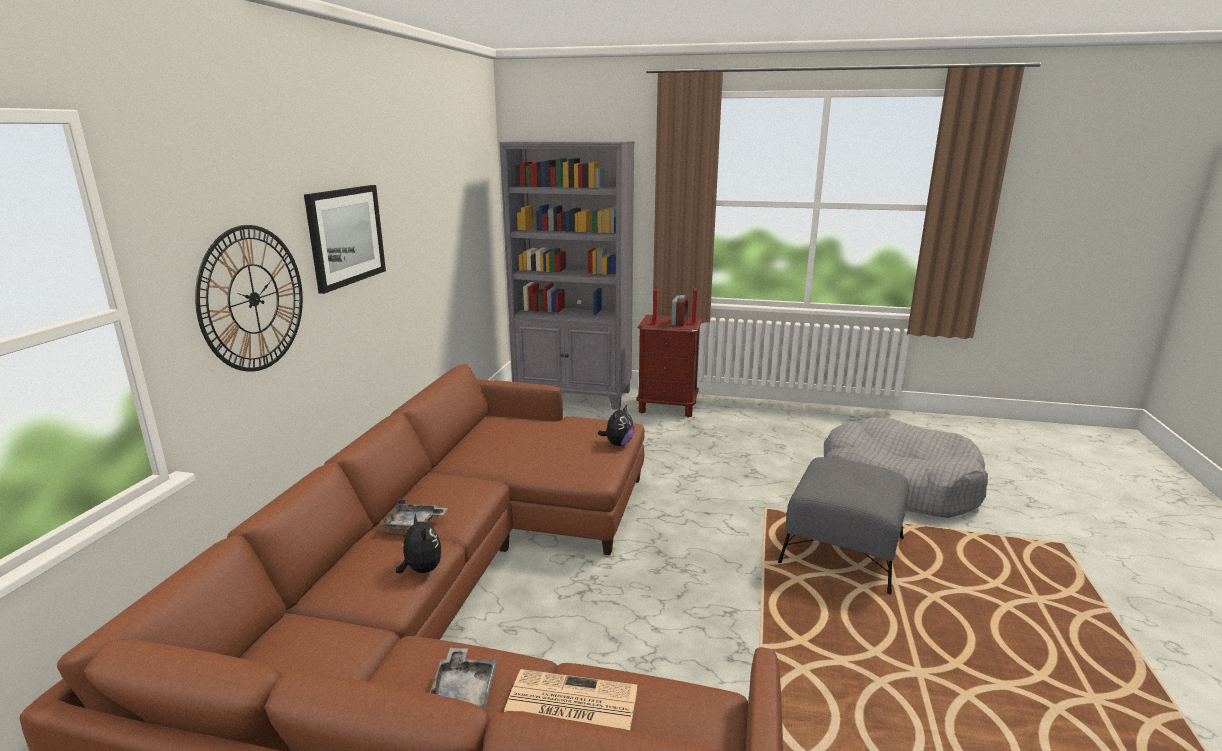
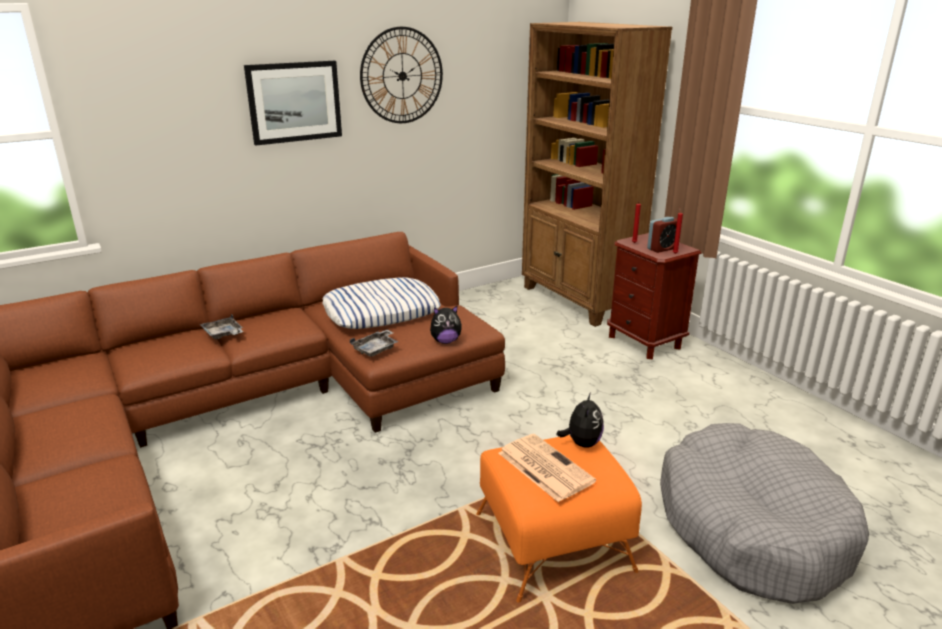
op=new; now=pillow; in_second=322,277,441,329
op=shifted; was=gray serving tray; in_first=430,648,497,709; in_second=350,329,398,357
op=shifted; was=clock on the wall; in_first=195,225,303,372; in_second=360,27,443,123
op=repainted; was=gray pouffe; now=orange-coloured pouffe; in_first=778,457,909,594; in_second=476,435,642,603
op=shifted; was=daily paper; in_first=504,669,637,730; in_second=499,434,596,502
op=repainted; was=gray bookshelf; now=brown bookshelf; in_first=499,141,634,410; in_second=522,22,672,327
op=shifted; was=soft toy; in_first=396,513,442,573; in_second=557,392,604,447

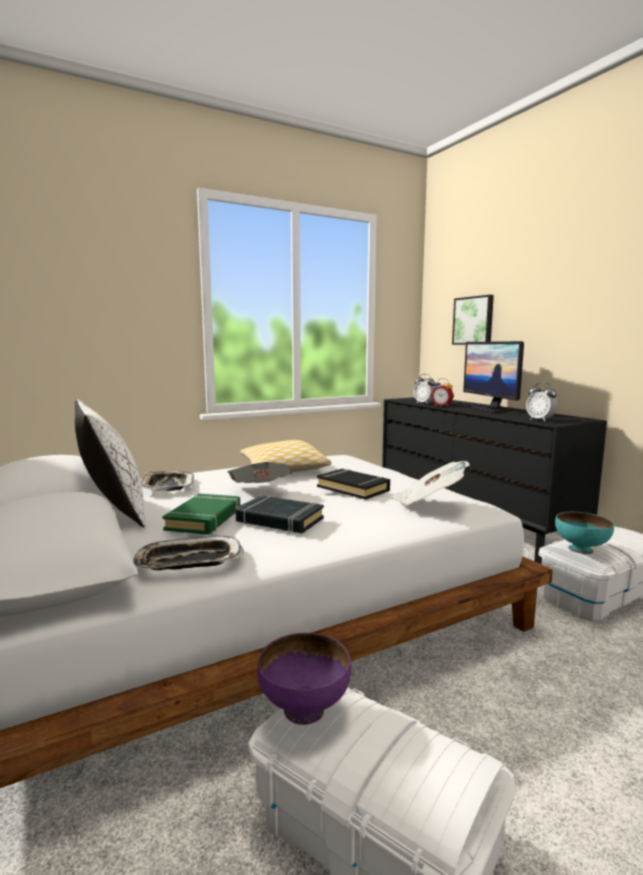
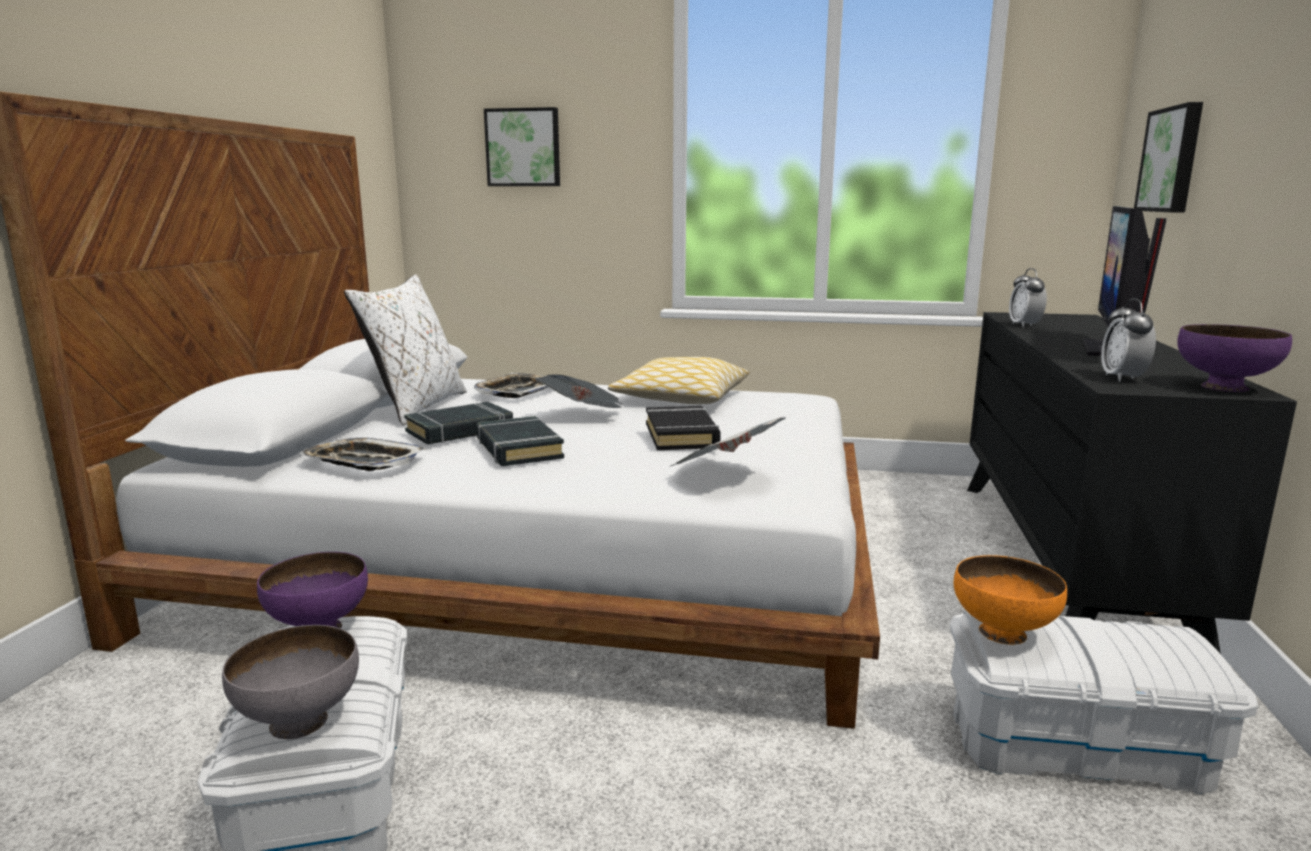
op=new; now=gray deep dish; in_second=222,625,359,739
op=repainted; was=greenish bound book; now=blackish bound book; in_first=163,494,240,535; in_second=404,402,513,444
op=new; now=picture; in_second=484,107,560,186
op=repainted; was=turquoise-coloured deep dish; now=orange-coloured deep dish; in_first=555,512,614,554; in_second=954,555,1067,645
op=new; now=purplish deep dish; in_second=1177,324,1292,392
op=gone; was=table clock; in_first=431,378,454,407

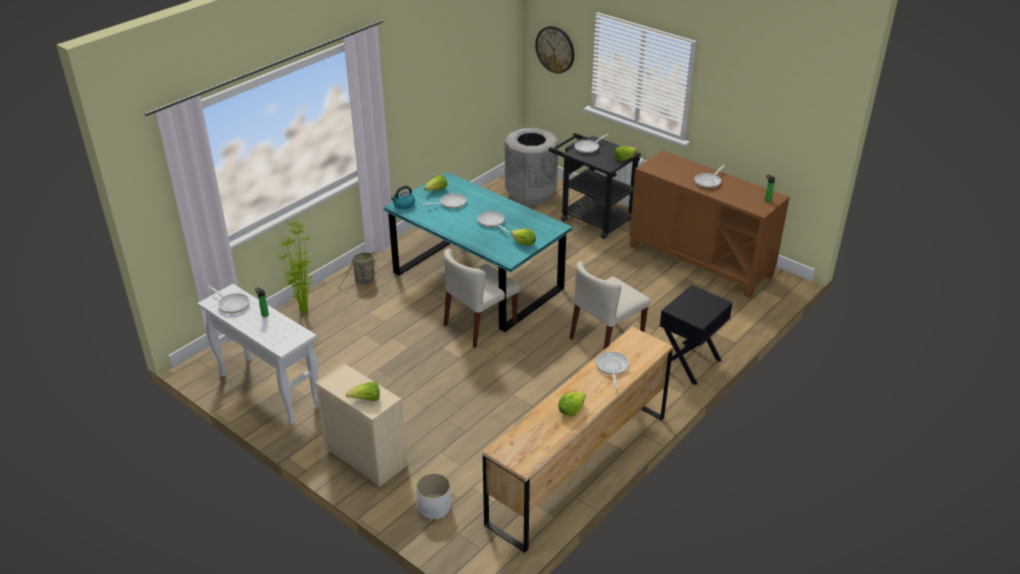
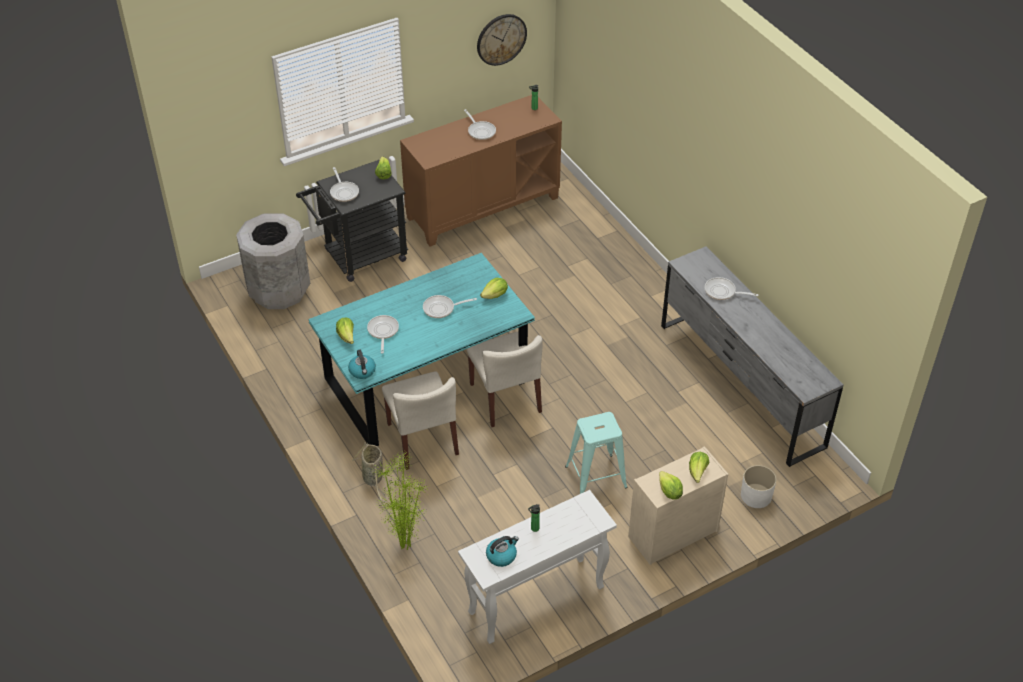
op=shifted; was=beige plain chair; in_first=570,261,651,350; in_second=382,371,459,470
op=shifted; was=clock on the wall; in_first=535,26,574,73; in_second=477,14,527,66
op=swapped; was=skillet; now=water kettle; in_first=208,286,249,314; in_second=486,536,519,567
op=new; now=turquoise-coloured stool seat; in_second=565,412,627,494
op=shifted; was=lettuce; in_first=558,392,586,416; in_second=659,471,683,500
op=repainted; was=brown chest of drawers; now=gray chest of drawers; in_first=482,326,673,553; in_second=661,246,844,467
op=gone; was=blackish nightstand; in_first=660,285,732,385

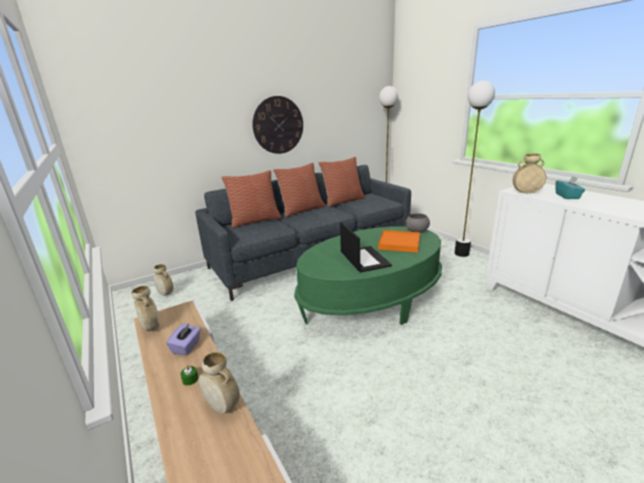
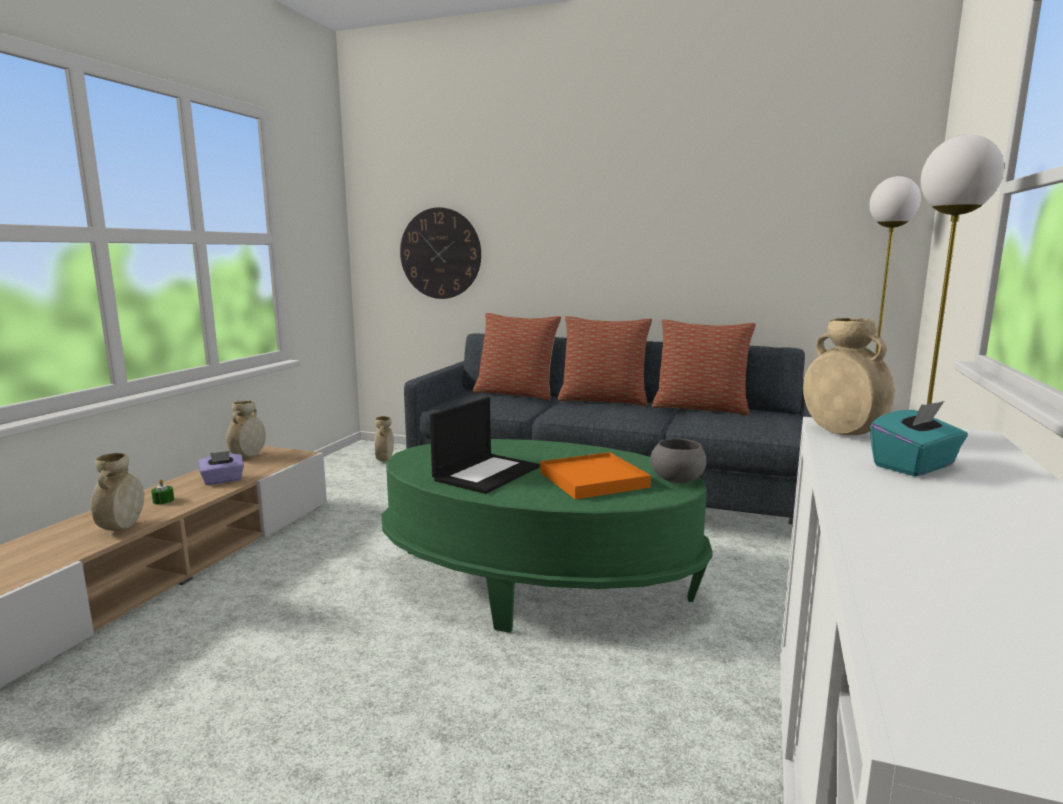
op=shifted; was=clock on the wall; in_first=252,96,303,154; in_second=400,207,481,299

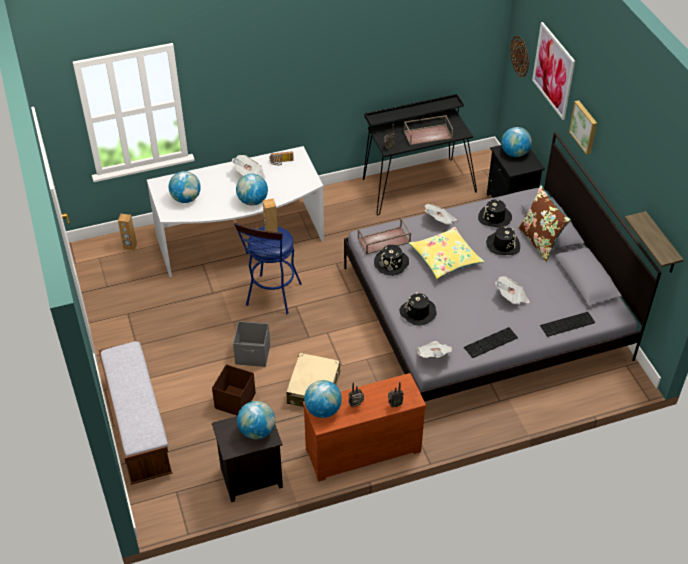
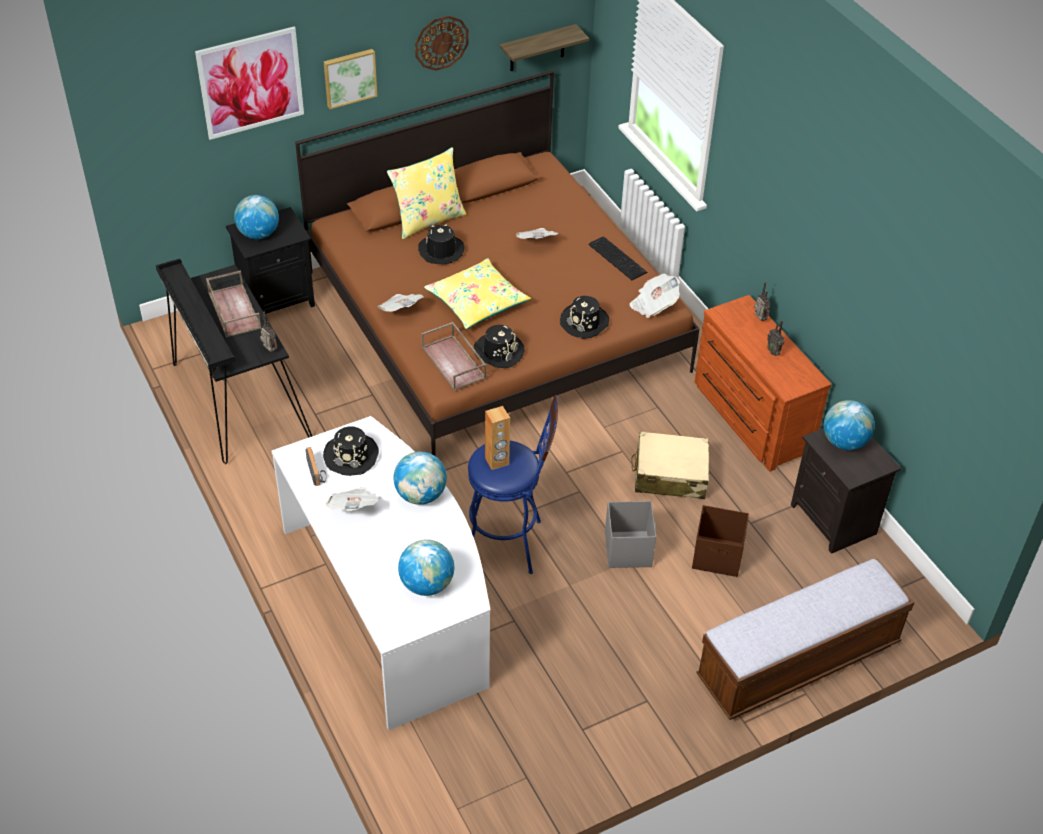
op=repainted; was=gray bedroom bed; now=brown bedroom bed; in_first=344,131,662,402; in_second=295,70,699,456
op=shifted; was=blackish clothing hat; in_first=478,199,512,228; in_second=323,426,379,476
op=repainted; was=brown pillow; now=yellow-coloured pillow; in_first=518,185,571,262; in_second=387,147,467,239
op=shifted; was=clock on the wall; in_first=510,36,529,77; in_second=415,16,469,71
op=gone; was=brown speaker; in_first=118,214,137,251
op=gone; was=world globe; in_first=304,380,342,418
op=gone; was=computer keyboard; in_first=540,312,595,337

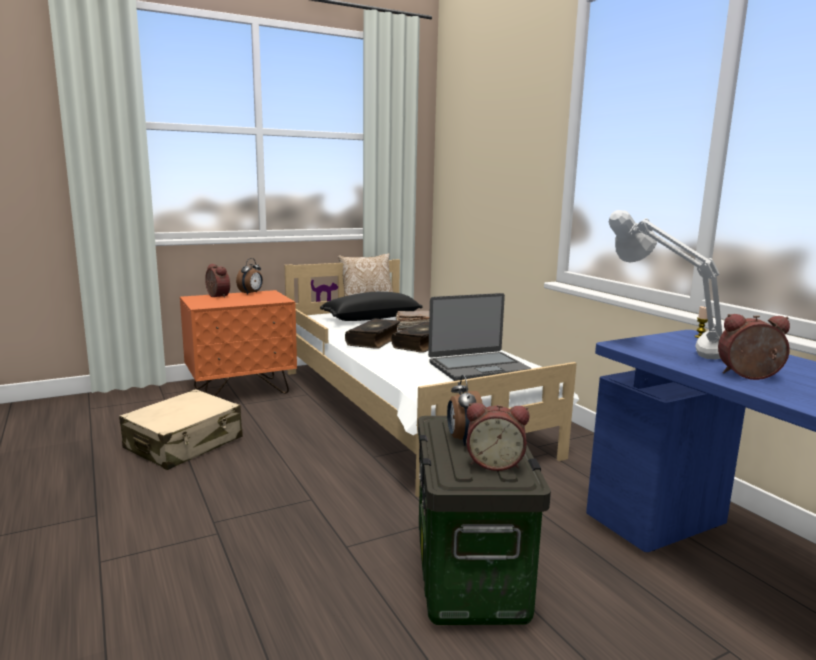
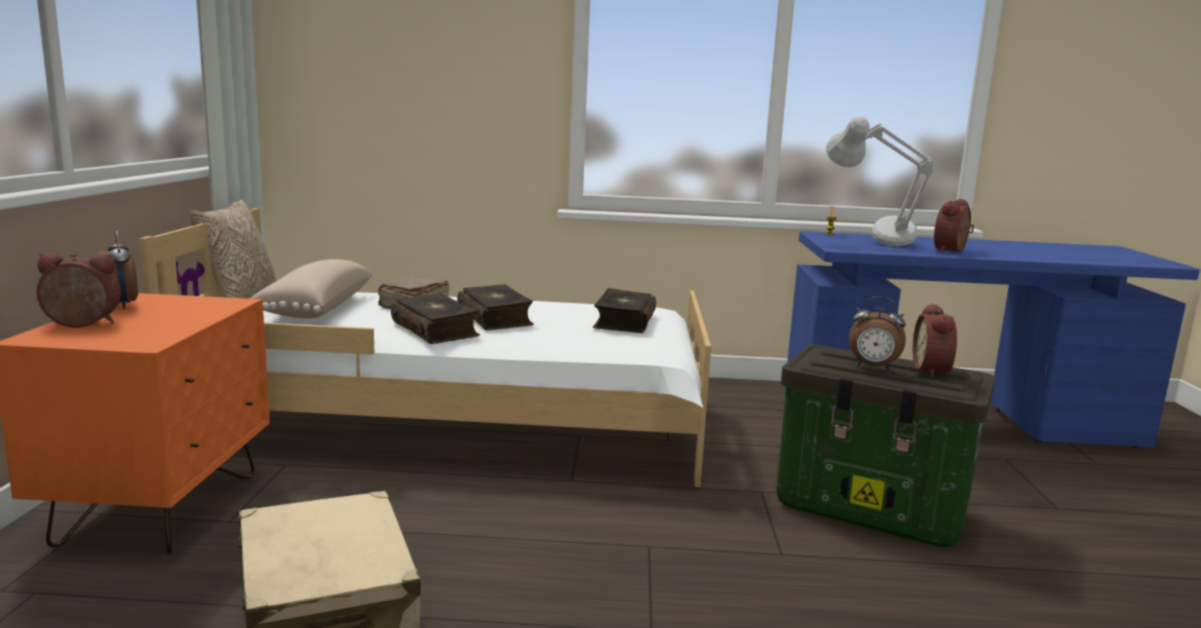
op=repainted; was=blackish pillow; now=beige pillow; in_first=320,292,422,321; in_second=250,259,372,318
op=swapped; was=laptop; now=bound book; in_first=428,293,532,381; in_second=593,288,656,333
op=rotated; was=table clock; in_first=467,403,529,471; in_second=913,303,957,378; clockwise=150

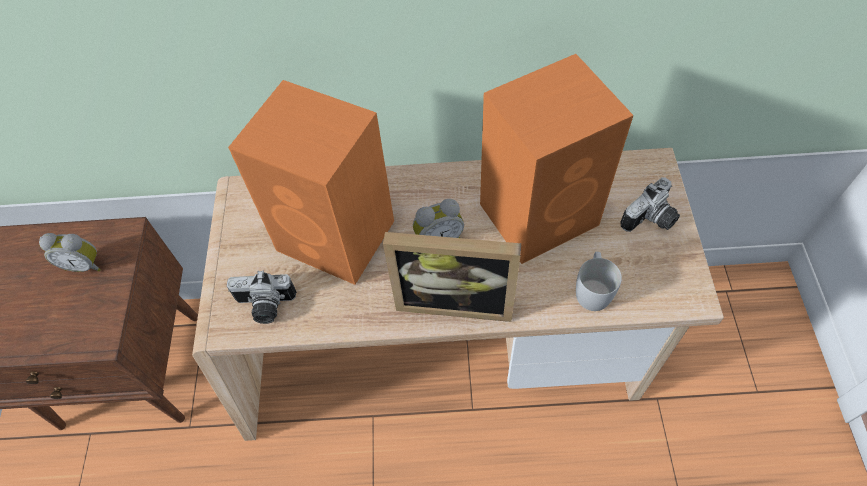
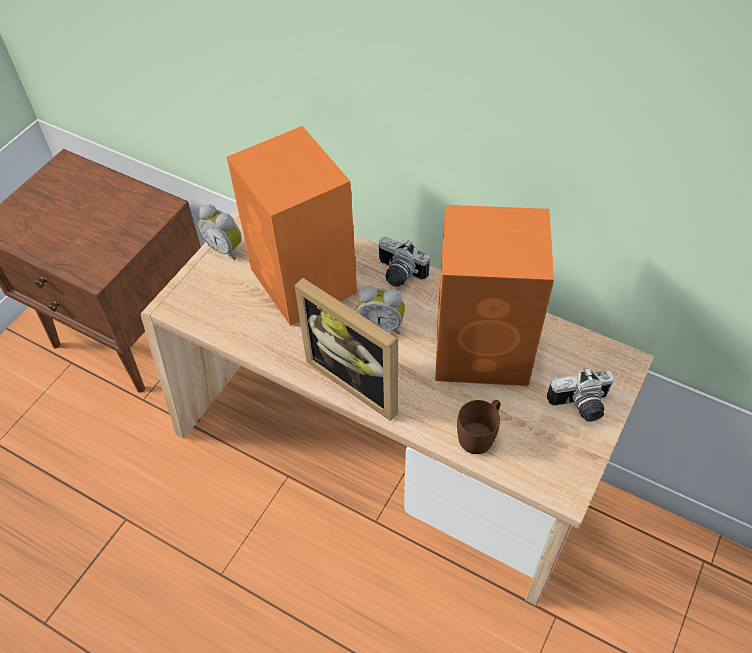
op=shifted; was=table clock; in_first=39,233,101,272; in_second=198,204,242,260
op=shifted; was=still camera; in_first=227,270,297,324; in_second=378,236,430,287
op=repainted; was=white-coloured mug; now=brown mug; in_first=576,252,622,311; in_second=457,400,501,454

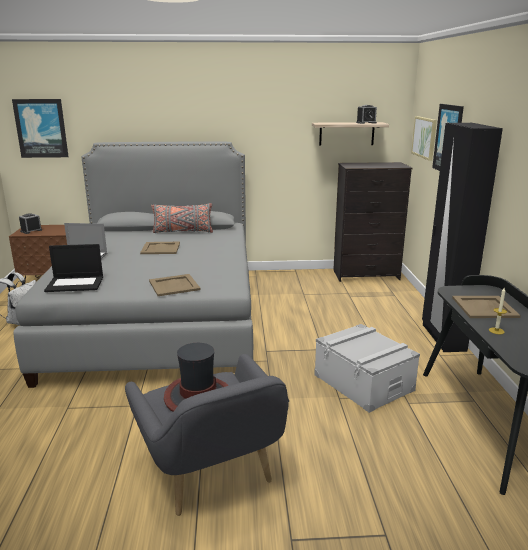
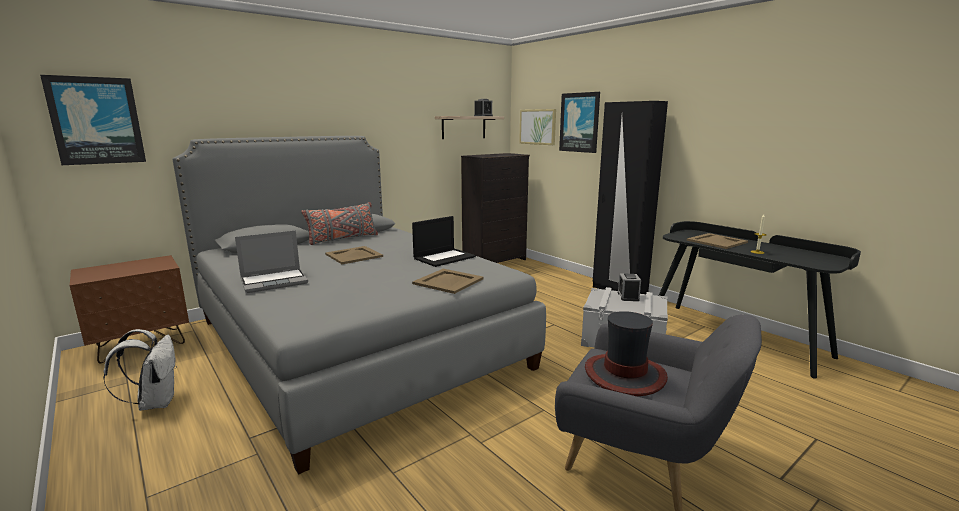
op=shifted; was=laptop; in_first=44,244,103,292; in_second=412,216,476,267
op=shifted; was=table clock; in_first=19,213,42,234; in_second=618,274,641,301

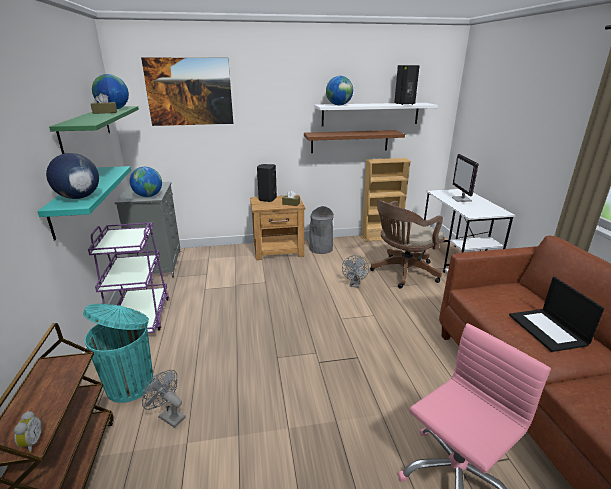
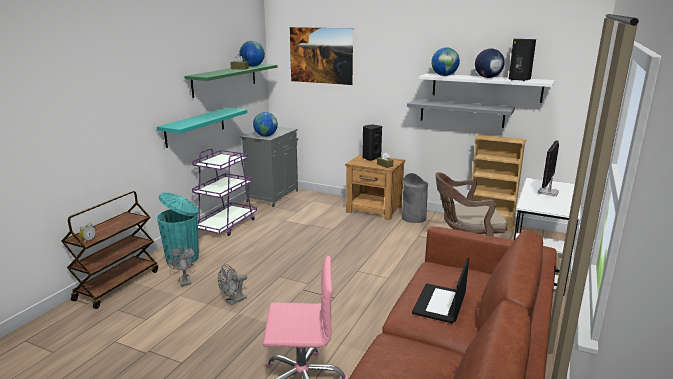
op=shifted; was=gray electric fan; in_first=342,255,369,288; in_second=218,264,247,305
op=repainted; was=brown bracket shelf; now=gray bracket shelf; in_first=304,130,405,153; in_second=407,99,515,128
op=shifted; was=world globe; in_first=46,153,99,199; in_second=475,49,505,78

